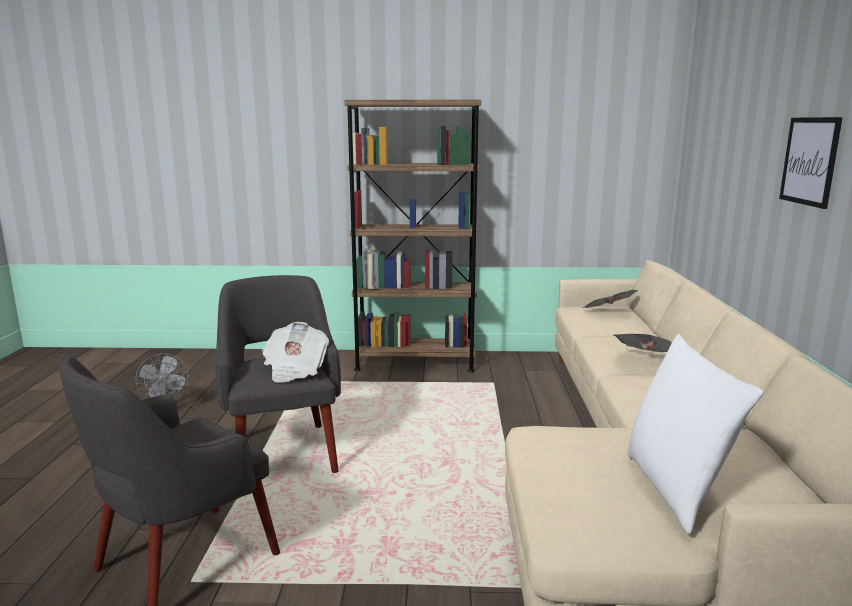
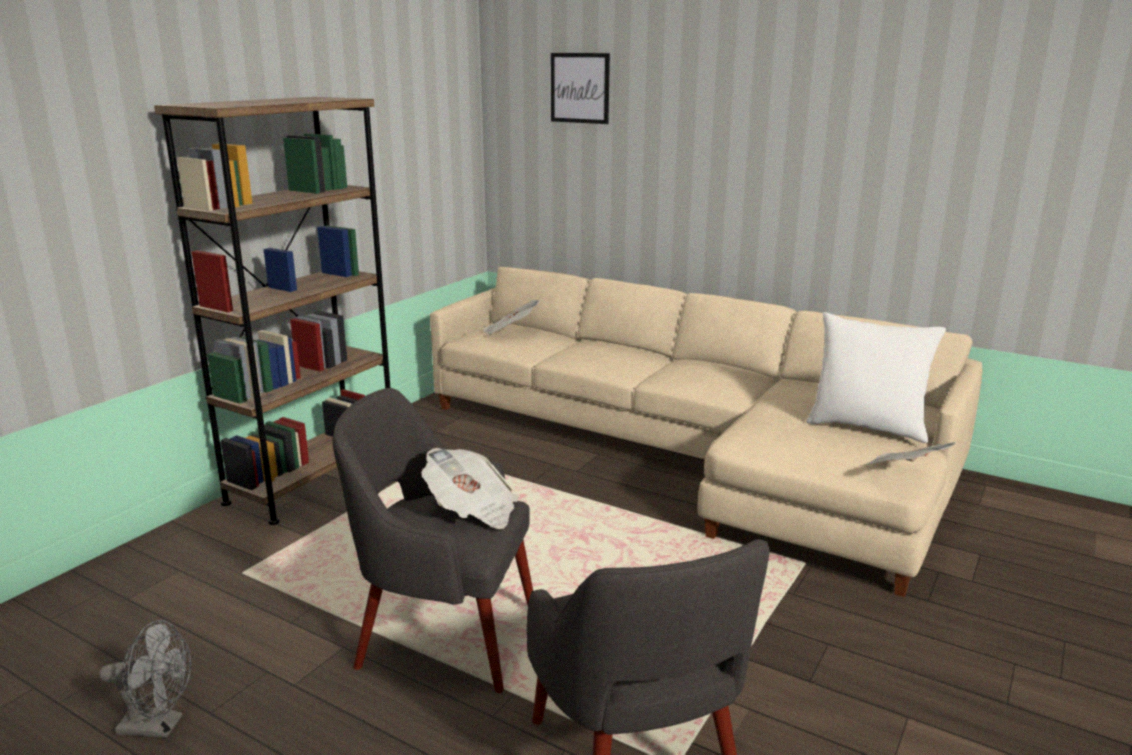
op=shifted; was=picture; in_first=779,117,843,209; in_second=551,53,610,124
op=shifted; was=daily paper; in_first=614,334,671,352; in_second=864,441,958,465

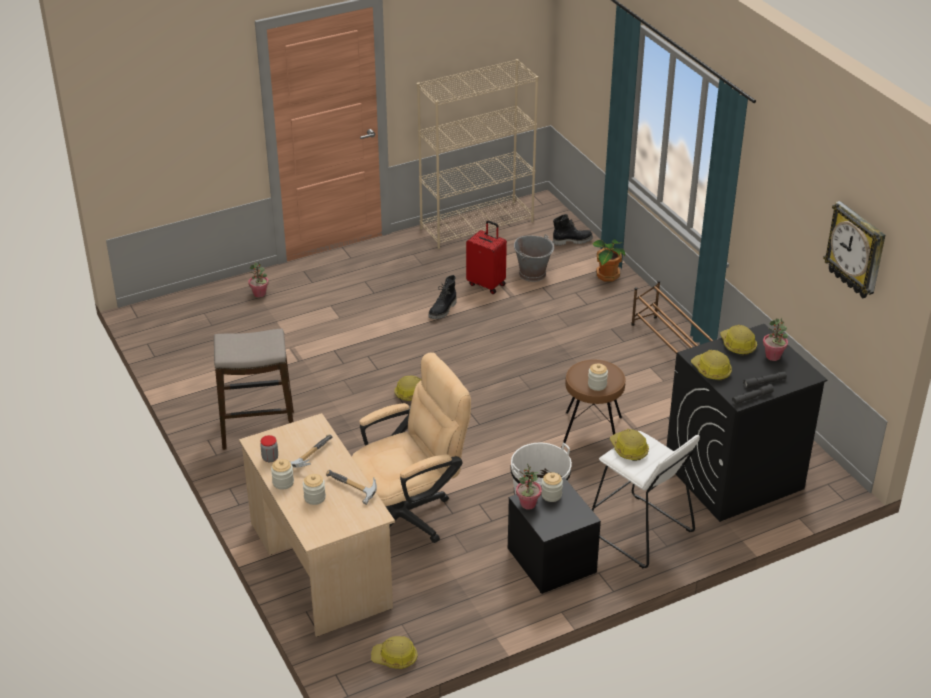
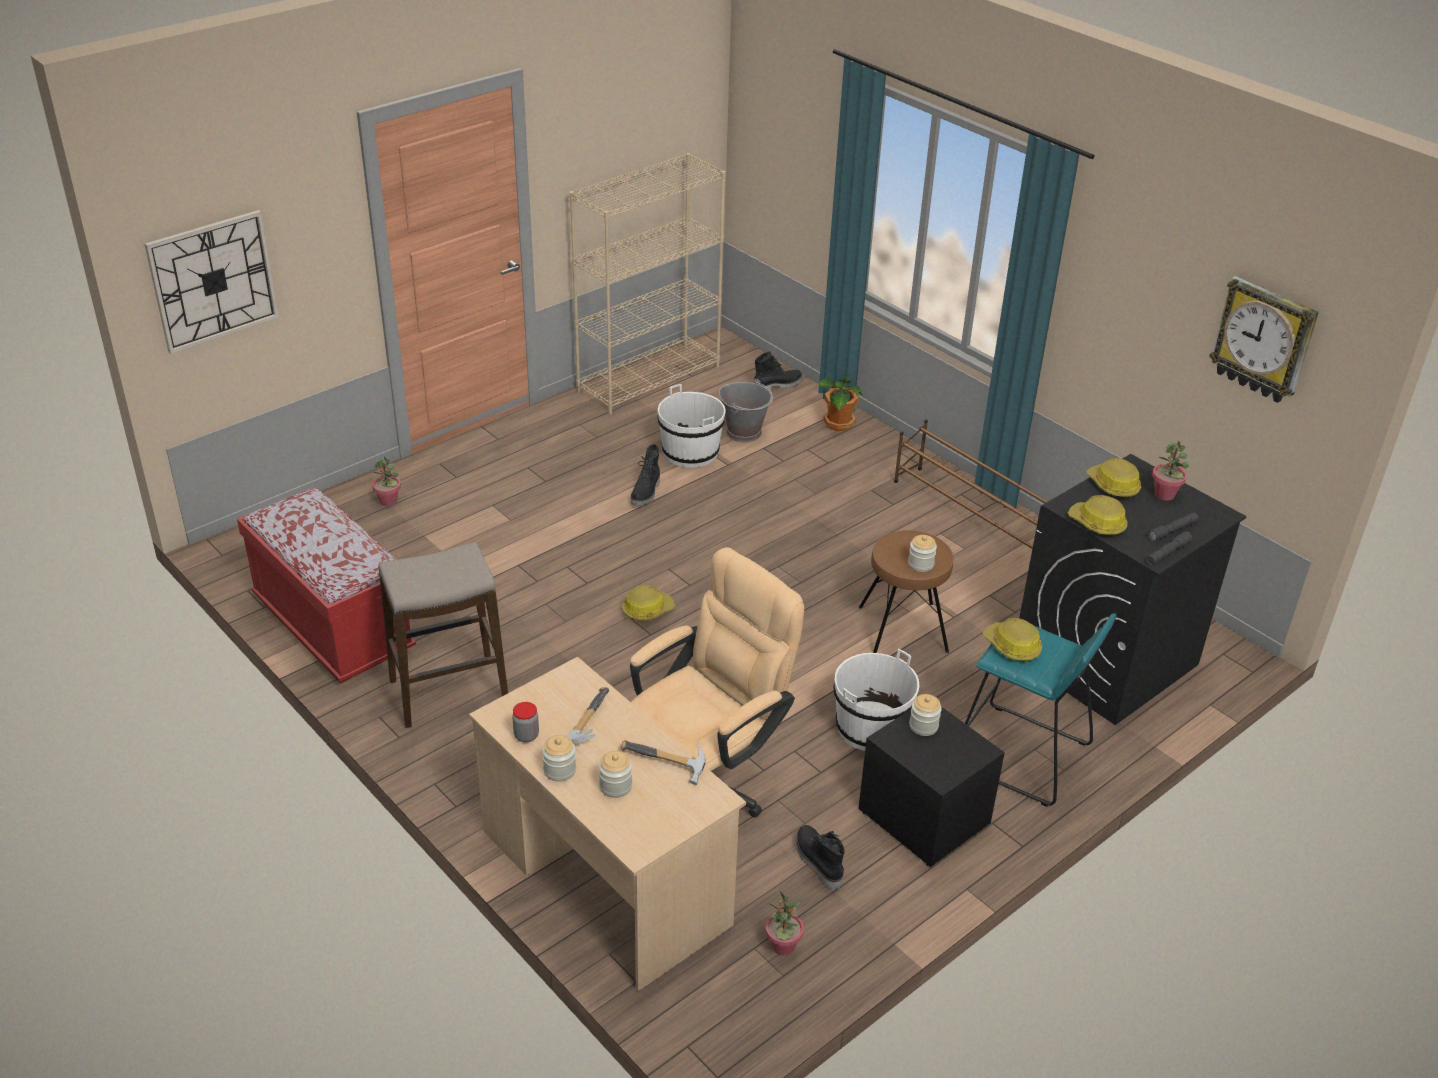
op=new; now=clock on the wall; in_second=144,210,279,354
op=new; now=red-coloured bench; in_second=237,488,416,683
op=swapped; was=red-coloured suitcase; now=white-coloured pail; in_first=466,221,507,294; in_second=658,384,726,468
op=shifted; was=plant in a pot; in_first=516,463,542,510; in_second=765,891,804,956
op=new; now=blackish tall boot; in_second=796,825,845,890
op=repainted; was=white-coloured stool seat; now=turquoise-coloured stool seat; in_first=592,431,700,568; in_second=965,613,1116,807
op=gone; was=safety helmet; in_first=371,636,418,669

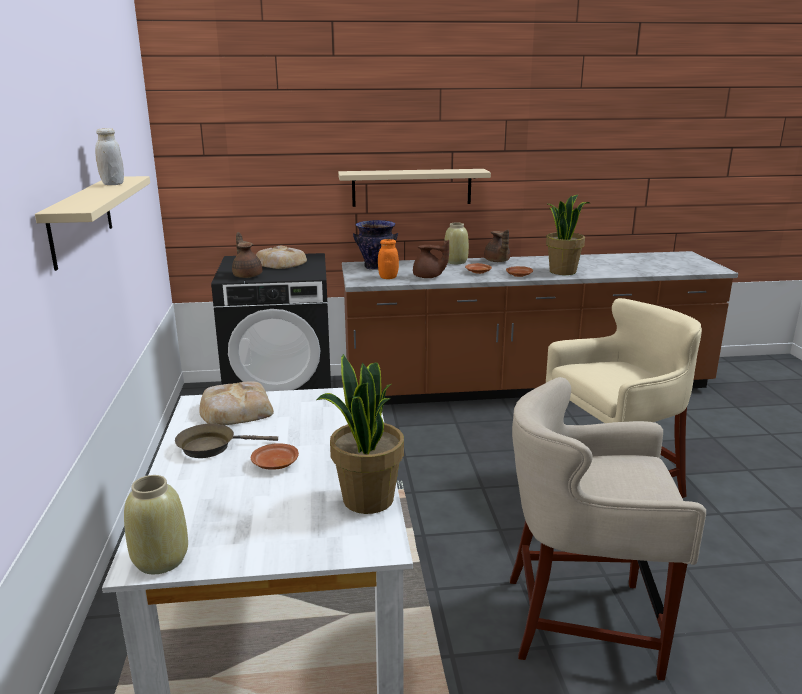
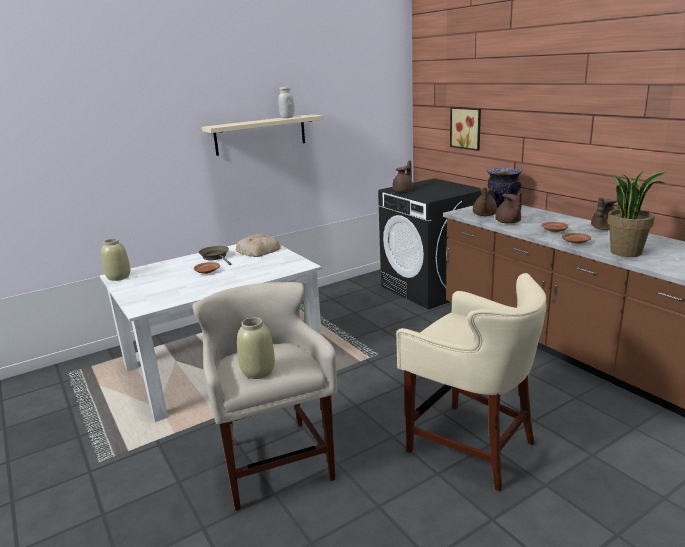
op=shifted; was=beige decorative vase; in_first=444,223,469,264; in_second=237,317,275,379
op=new; now=picture; in_second=450,107,481,151
op=swapped; was=orange-coloured storage jar; now=brown tea pot; in_first=378,239,399,279; in_second=473,187,497,216
op=gone; was=baked bread; in_first=256,246,307,269
op=gone; was=plant in a pot; in_first=316,354,404,514
op=gone; was=beige bracket shelf; in_first=338,169,491,207

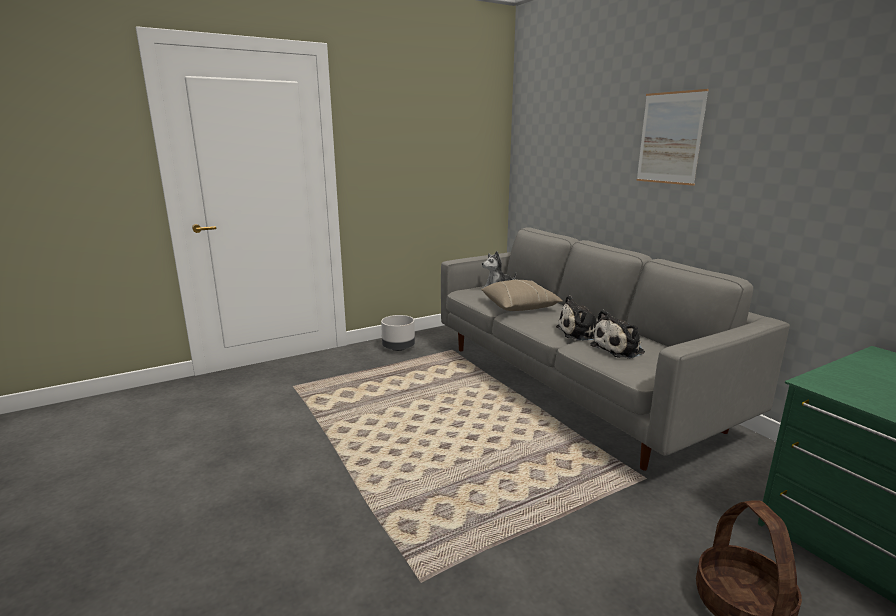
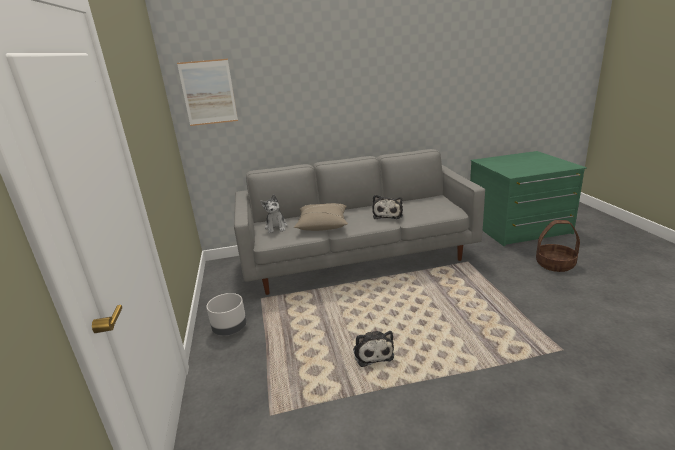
op=shifted; was=picture; in_first=636,89,709,186; in_second=177,59,238,126
op=shifted; was=soft toy; in_first=590,310,645,359; in_second=353,331,394,367

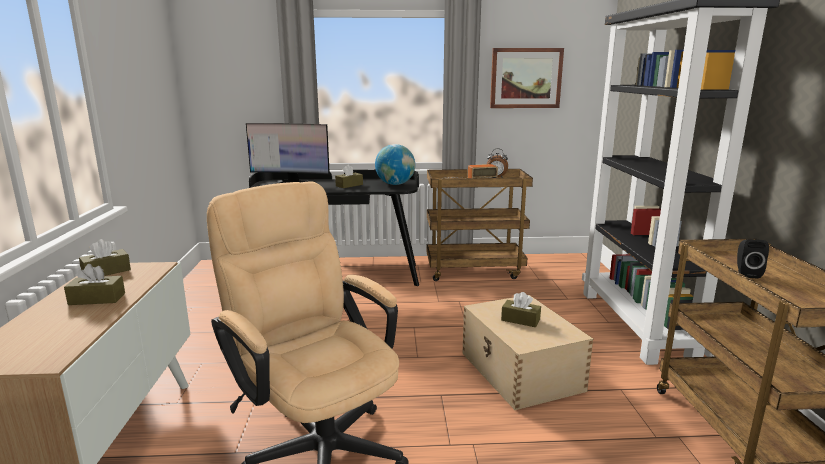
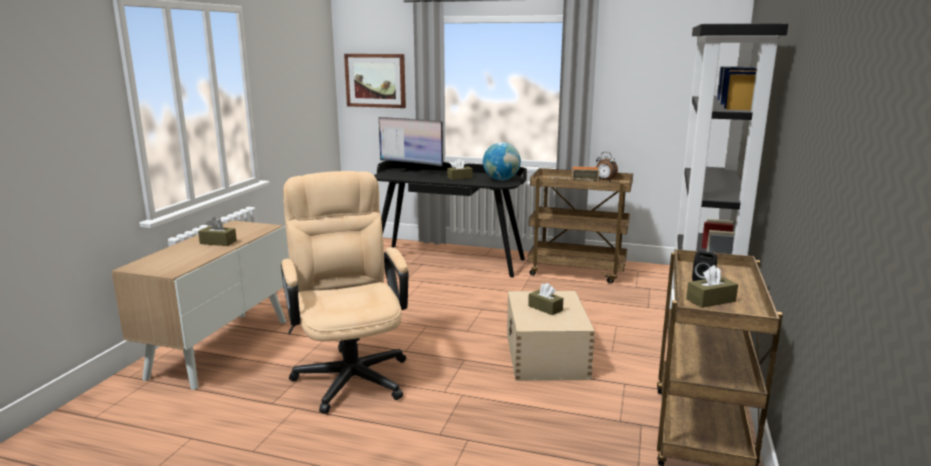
op=shifted; was=picture; in_first=490,48,564,108; in_second=344,54,406,108
op=shifted; was=brown box of tissues; in_first=79,239,131,276; in_second=686,265,738,308

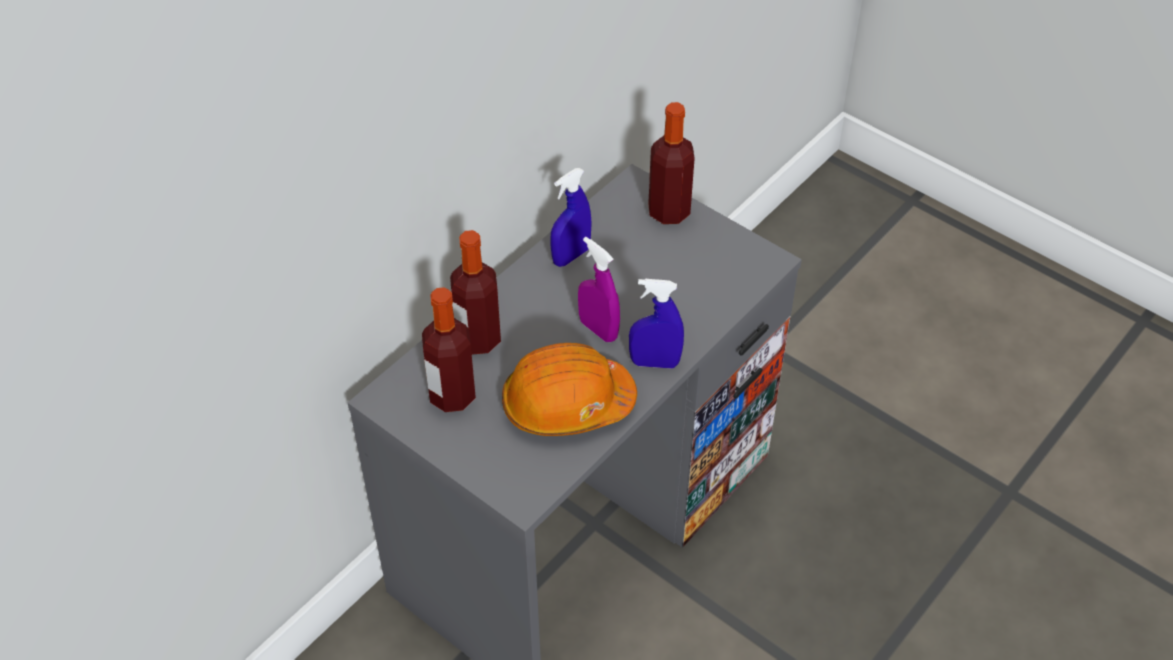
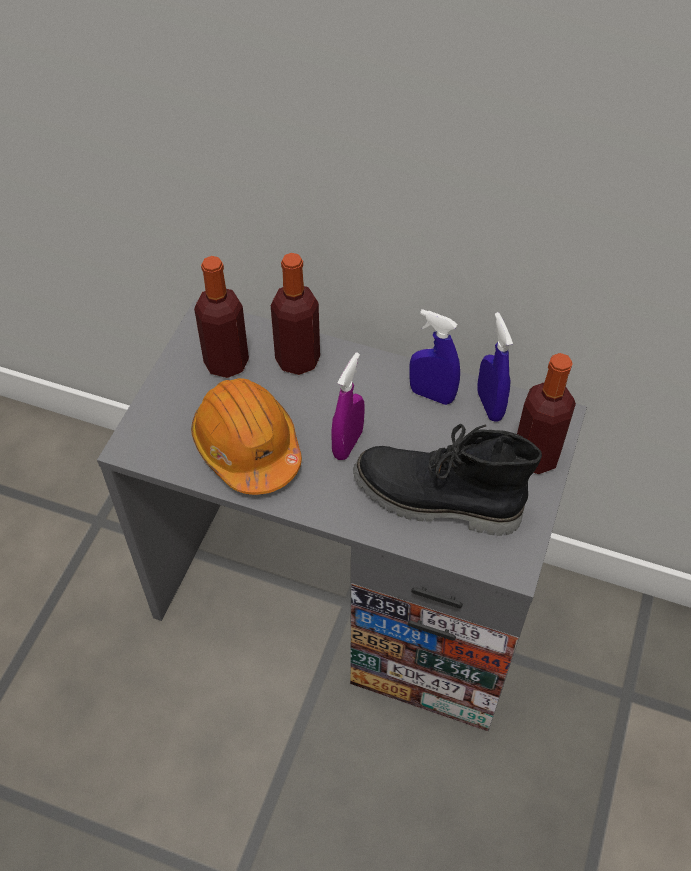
op=new; now=blackish tall boot; in_second=353,424,542,536
op=shifted; was=bluish spray bottle; in_first=629,279,684,368; in_second=477,312,513,421

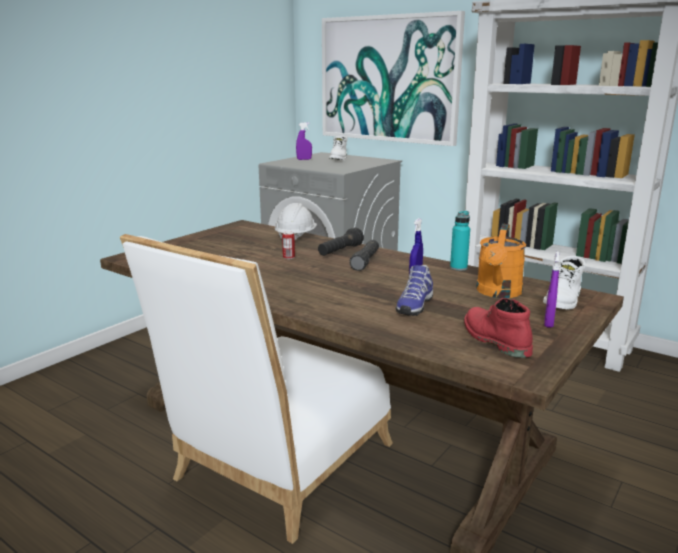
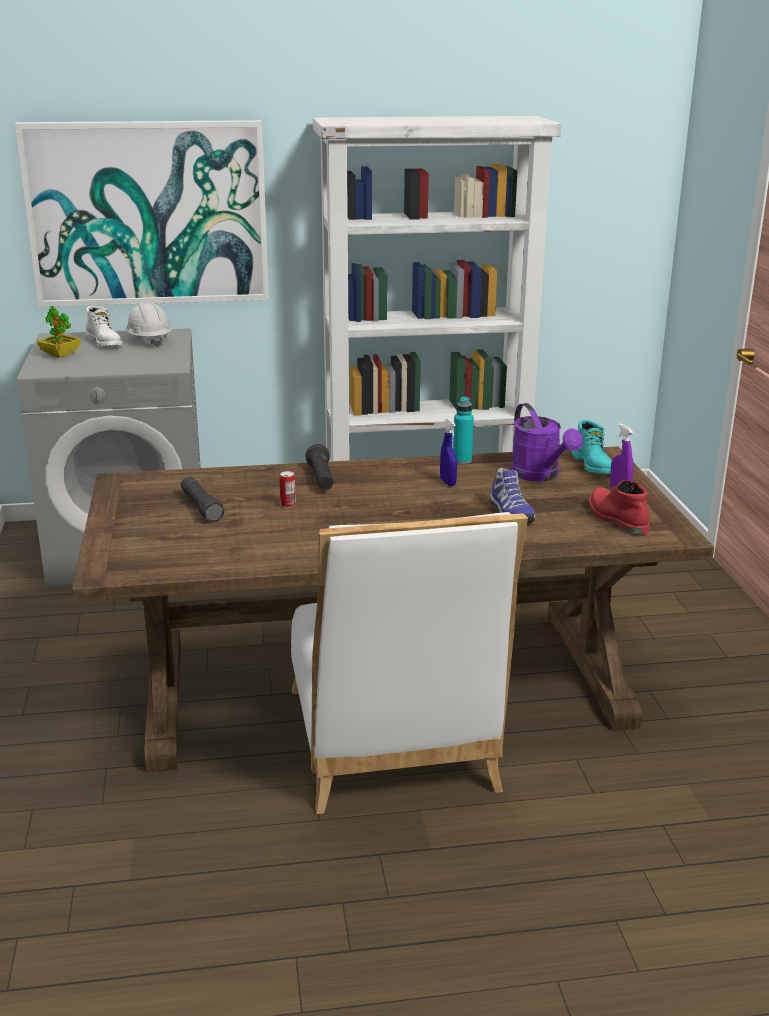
op=swapped; was=purplish spray bottle; now=plant in a pot; in_first=296,122,312,160; in_second=37,306,81,358
op=shifted; was=white-coloured safety helmet; in_first=275,203,317,240; in_second=126,301,172,347
op=shifted; was=blackish torch; in_first=349,240,379,271; in_second=181,477,224,522
op=repainted; was=orange-coloured watering pot; now=purplish watering pot; in_first=476,224,526,298; in_second=511,403,582,481
op=repainted; was=white-coloured tall boot; now=turquoise-coloured tall boot; in_first=543,256,586,309; in_second=572,420,612,474
op=rotated; was=red-coloured tall boot; in_first=464,298,533,358; in_second=589,480,650,535; clockwise=45

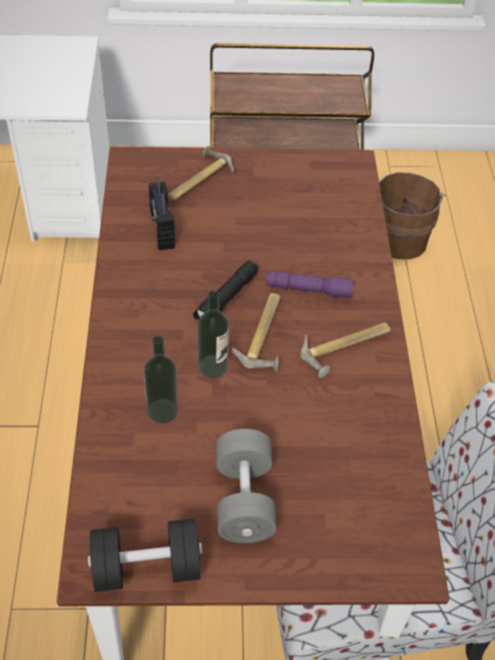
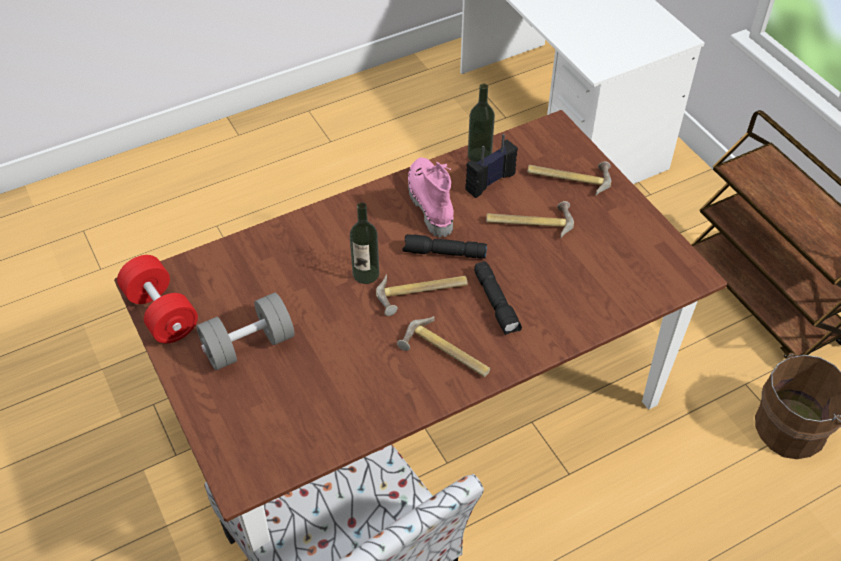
op=repainted; was=blackish hand weight; now=red-coloured hand weight; in_first=88,519,202,592; in_second=117,255,198,343
op=new; now=pink-coloured tall boot; in_second=408,157,454,237
op=shifted; was=beverage bottle; in_first=144,336,178,423; in_second=468,84,495,162
op=repainted; was=purplish torch; now=blackish torch; in_first=266,271,354,298; in_second=474,261,522,335
op=new; now=hand hammer; in_second=486,201,574,239

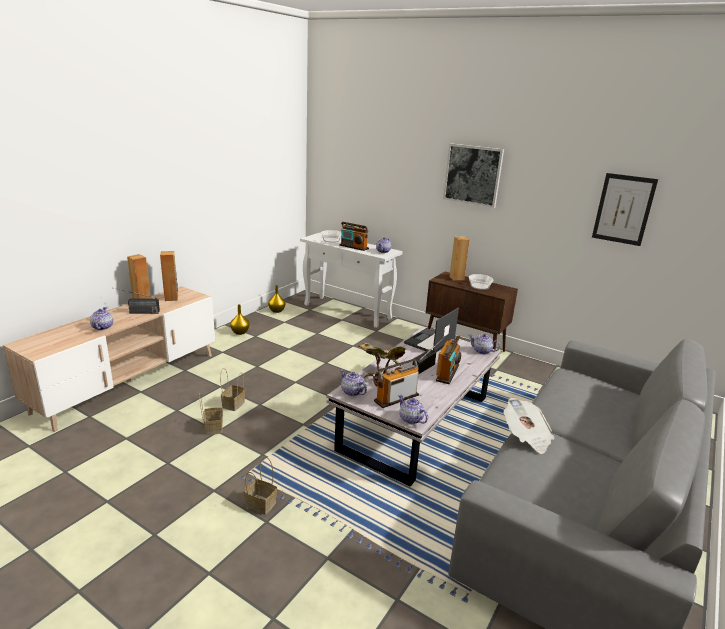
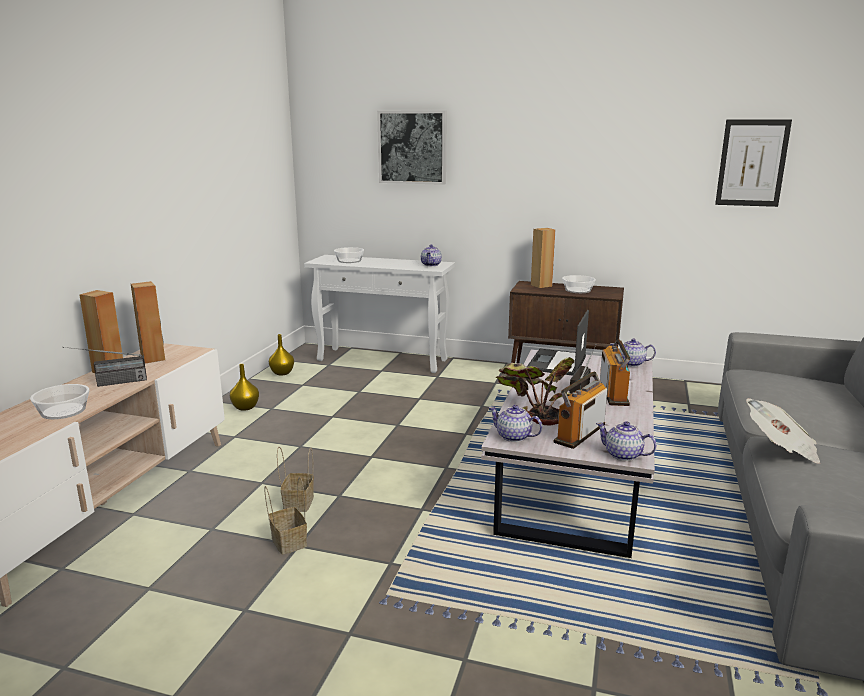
op=swapped; was=tea pot; now=deep dish; in_first=90,307,113,330; in_second=30,384,89,419
op=shifted; was=picture; in_first=443,143,504,208; in_second=377,110,447,185
op=gone; was=basket; in_first=243,457,277,515
op=gone; was=radio receiver; in_first=339,222,369,251

